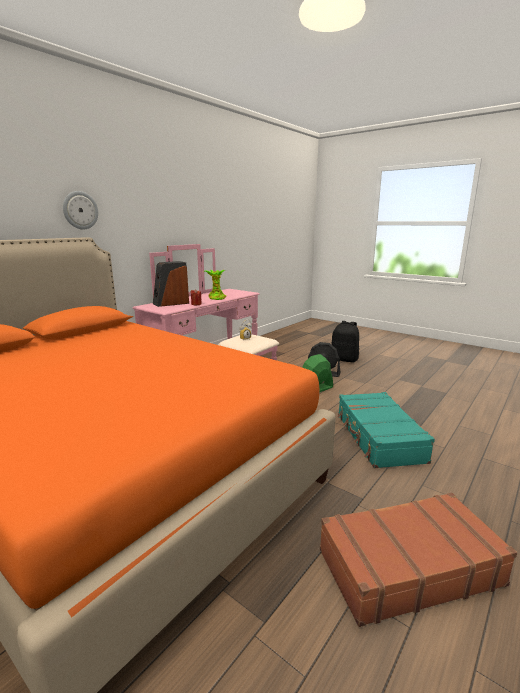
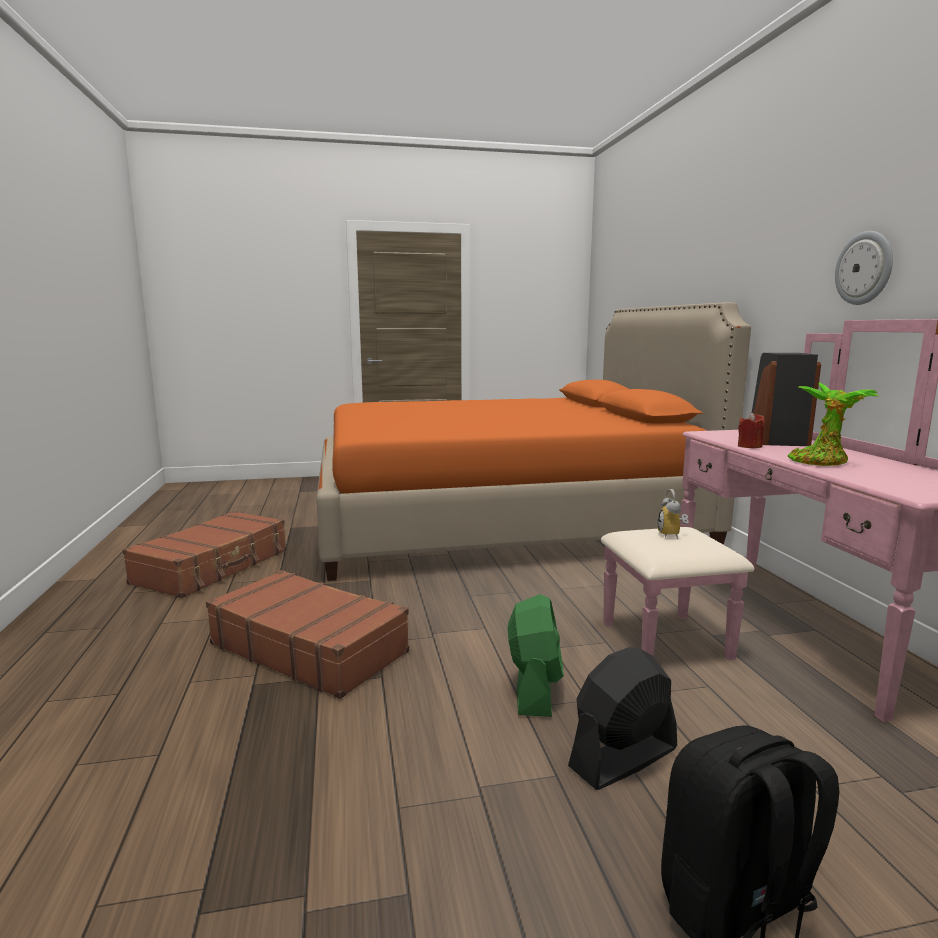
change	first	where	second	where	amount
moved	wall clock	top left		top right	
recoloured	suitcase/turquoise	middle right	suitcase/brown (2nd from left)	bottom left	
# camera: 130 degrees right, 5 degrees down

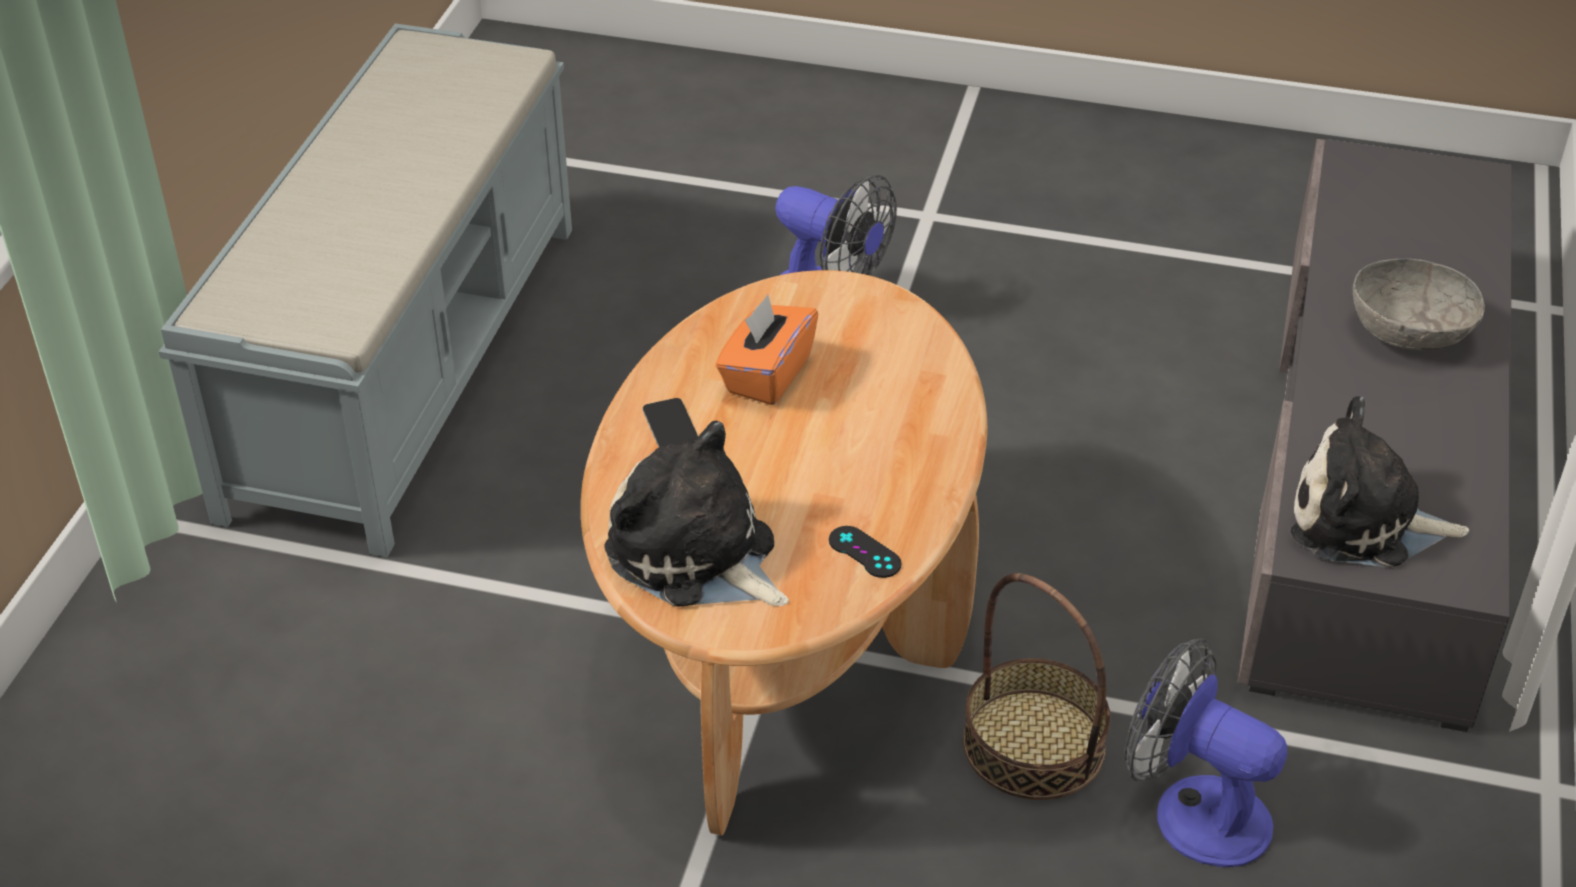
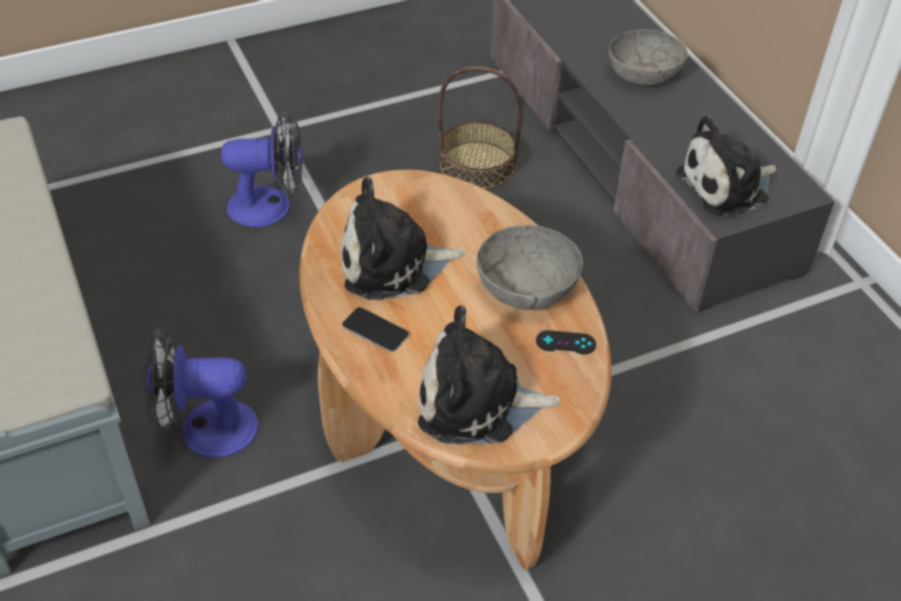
change	first	where	second	where	amount
replaced	tissue box/orange	centre	plush toy (1st from left)	centre	
moved	basket	bottom centre		top centre	
moved	fan (2nd from left in the first image)	bottom right	fan (1st from left)	middle left	
added			bowl/grey (1st from left)	centre	
# camera: 40 degrees left, 5 degrees up

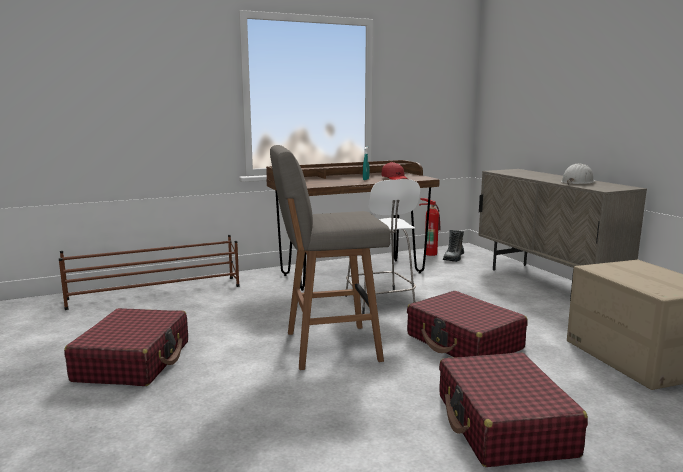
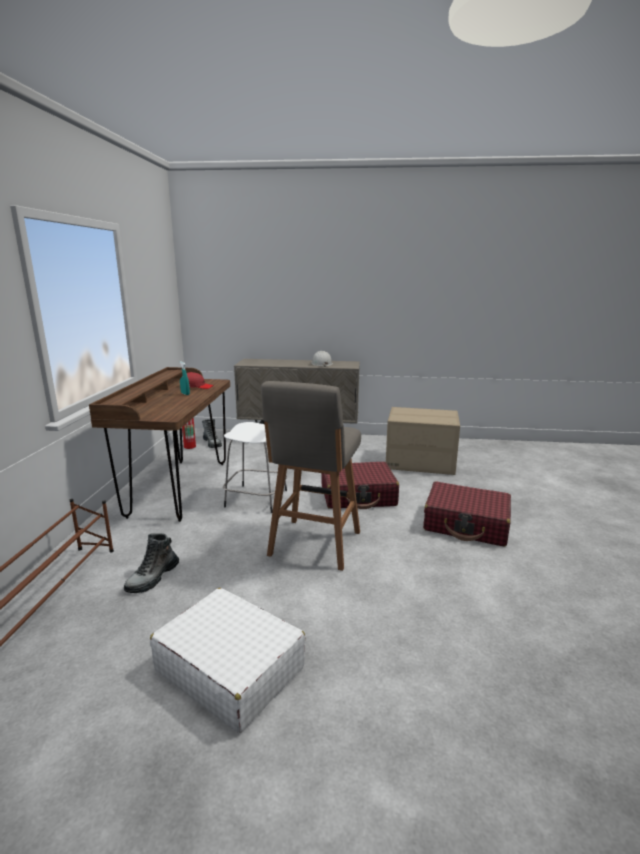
change	first	where	second	where	amount
recoloured	suitcase/red (1st from left)	bottom left	suitcase/white	bottom centre	
added			boot (1st from left)	middle left	
# camera: 60 degrees left, 5 degrees up

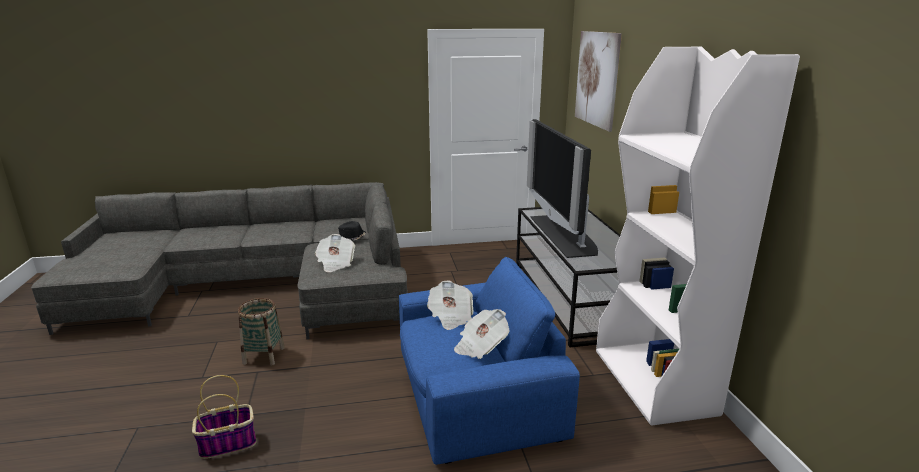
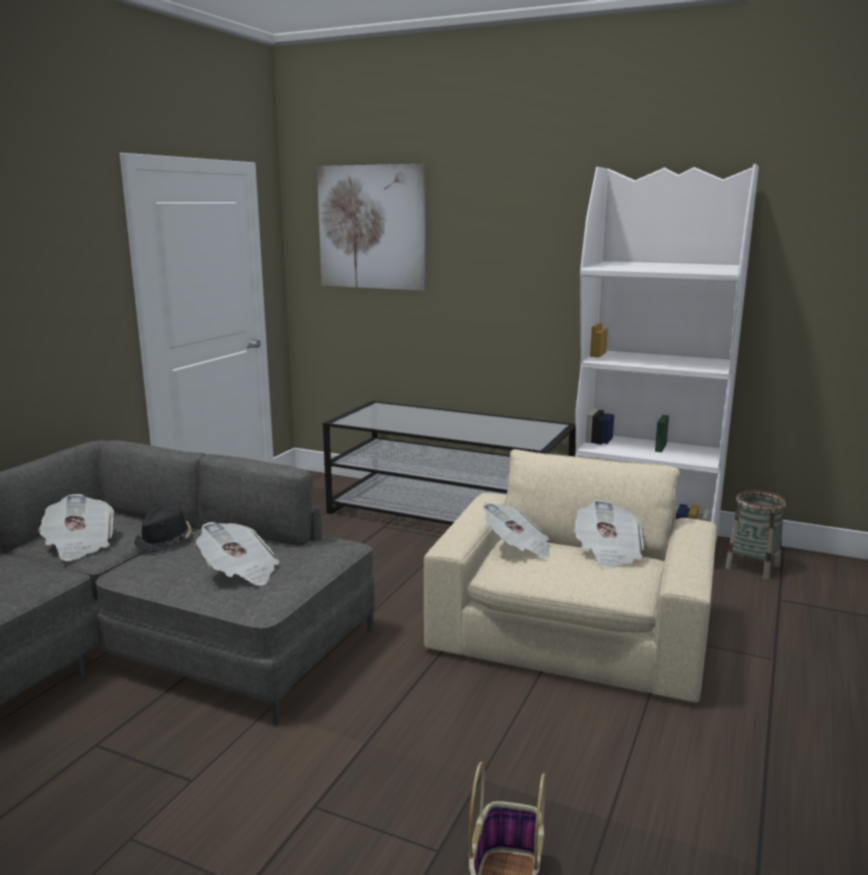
change	first	where	second	where	amount
removed	television	centre			
recoloured	armchair/blue	bottom centre	armchair/beige	centre	
moved	basket (2nd from left)	bottom left		middle right	
added			newspaper (1st from left)	middle left	
# camera: 55 degrees left, 5 degrees down

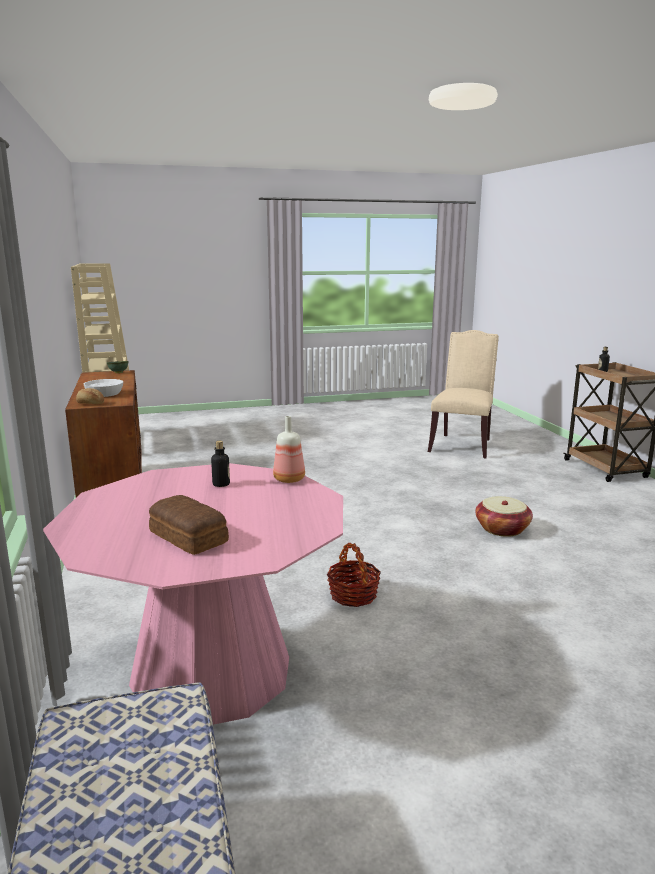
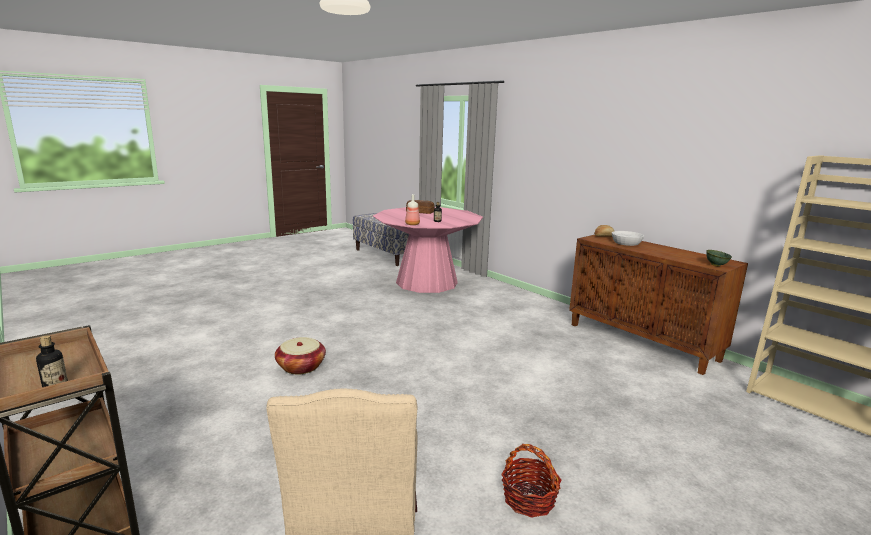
change	first	where	second	where	amount
moved	basket (1st from left in the first image)	centre	basket (2nd from left)	bottom centre	
# camera: 155 degrees right, 0 degrees up

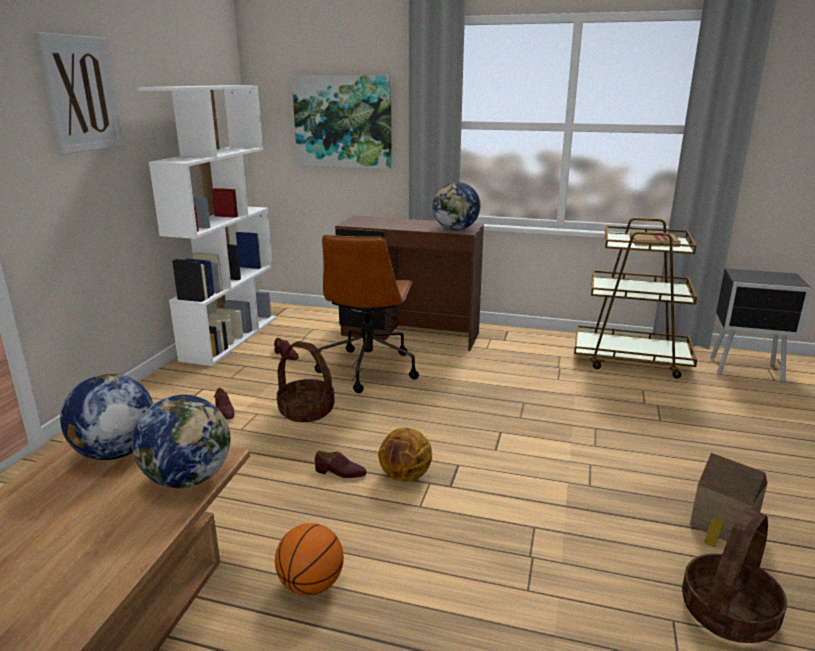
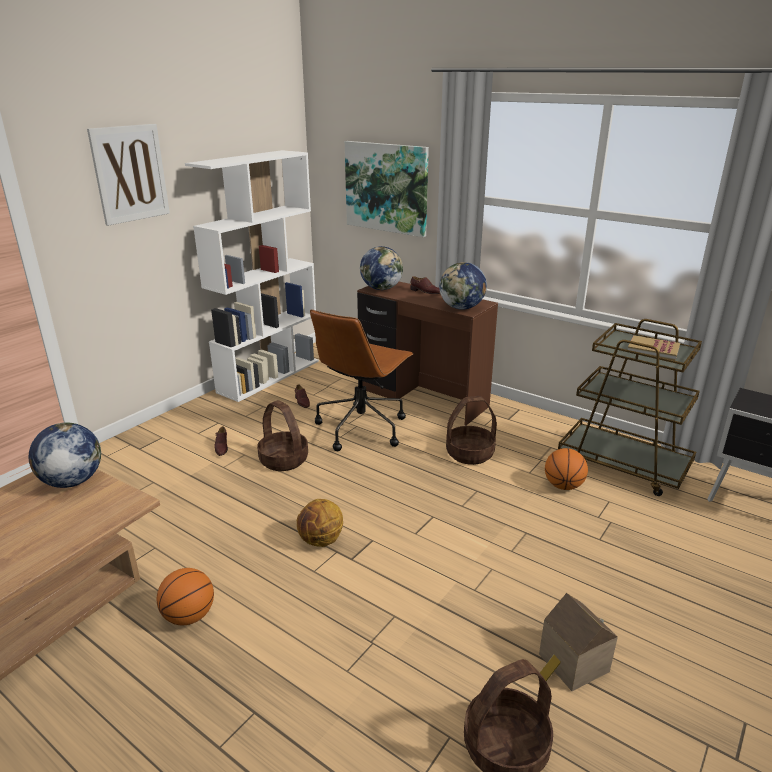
change	first	where	second	where	amount
moved	globe (2nd from left)	bottom left		centre	
moved	shoe/brown (3rd from left)	bottom centre		centre	
added			basket (2nd from left)	centre	
added			basketball (3rd from left)	middle right	
# camera: 20 degrees right, 5 degrees up

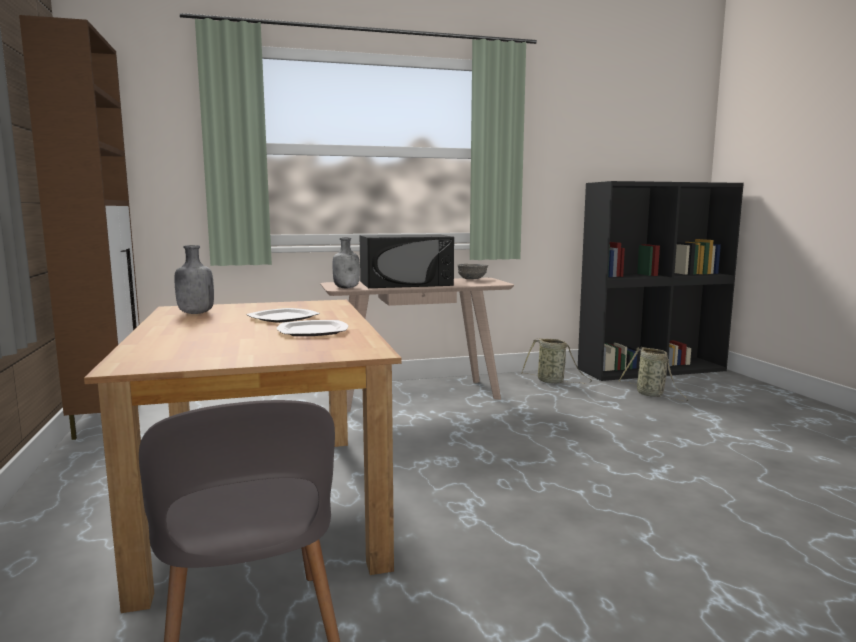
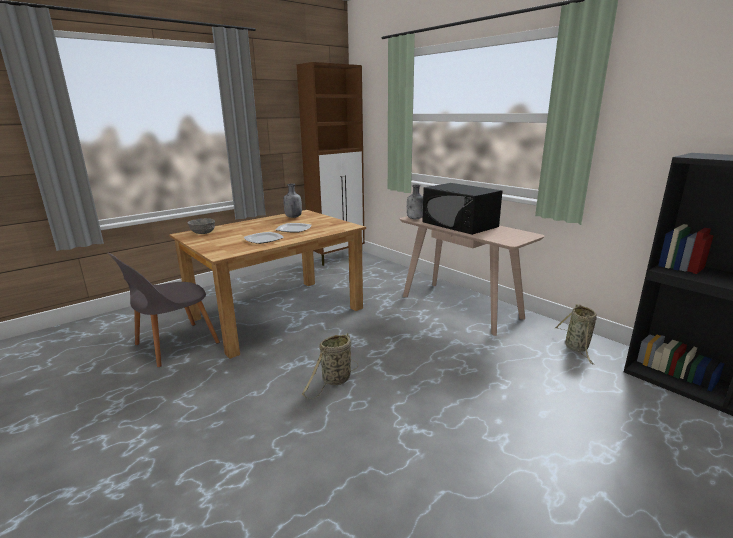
change	first	where	second	where	amount
moved	bowl/grey	centre		middle left	
moved	basket (2nd from left in the first image)	middle right	basket (1st from left)	bottom centre	
# camera: 65 degrees right, 10 degrees up

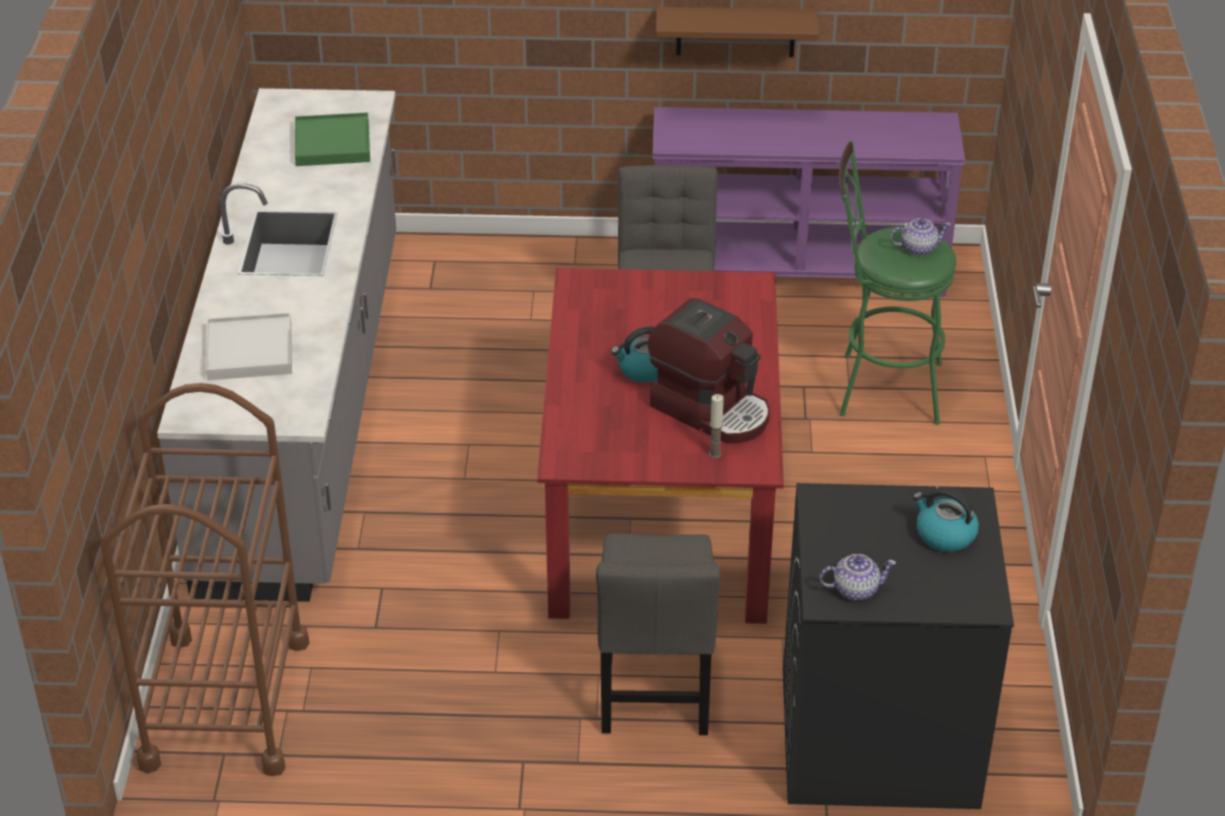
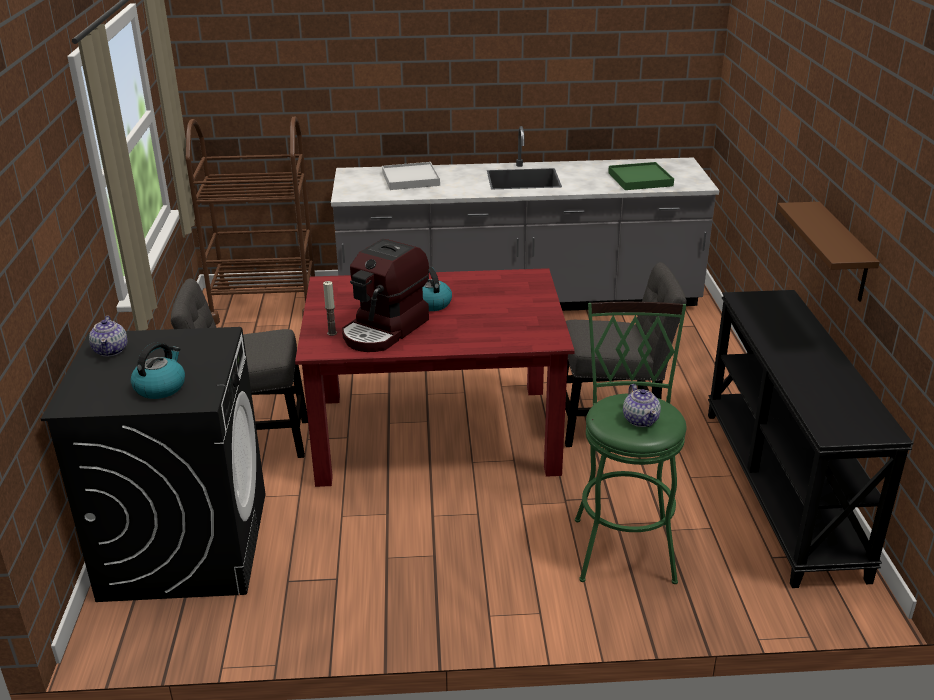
change	first	where	second	where	amount
recoloured	console table/purple	top centre	console table/black	middle right	
# camera: 85 degrees right, 10 degrees down

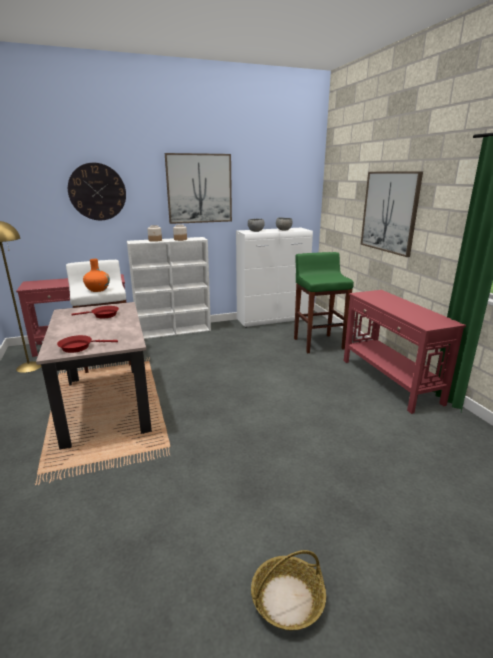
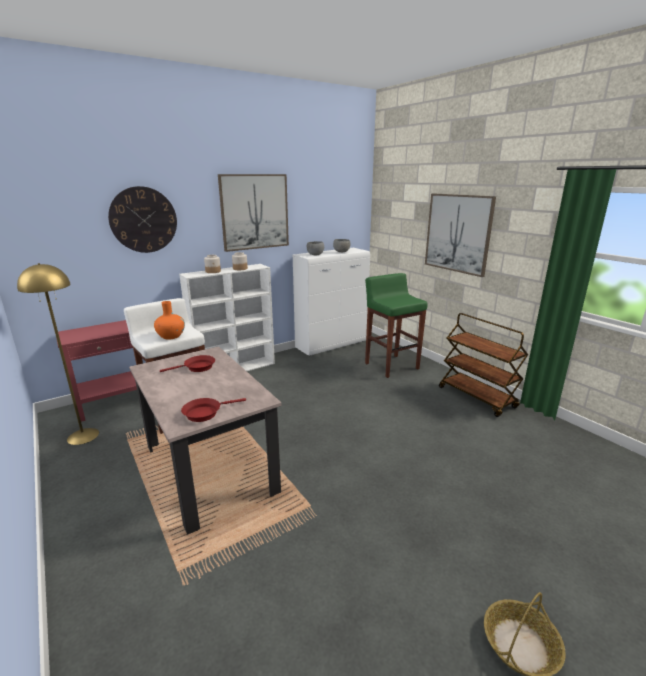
change	first	where	second	where	amount
replaced	console table/red (2nd from left)	middle right	cart/brown	middle right	
# camera: 15 degrees left, 0 degrees up

